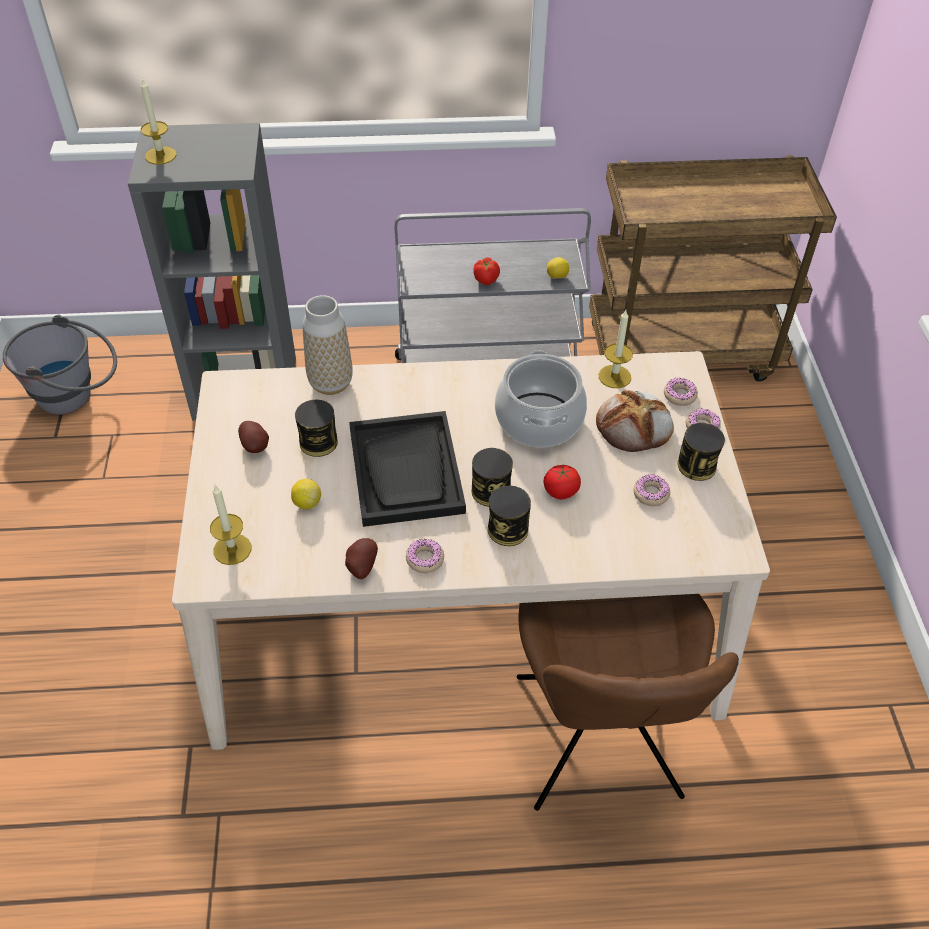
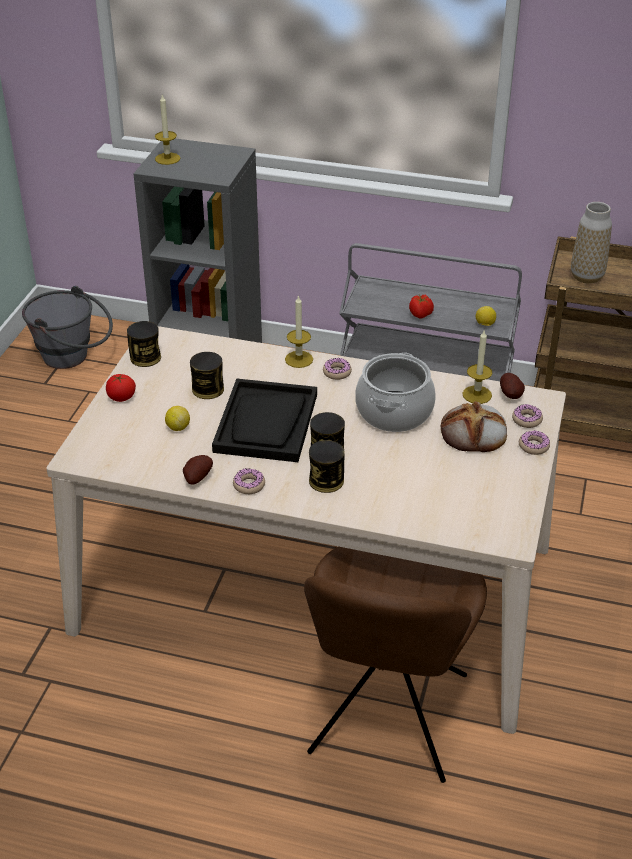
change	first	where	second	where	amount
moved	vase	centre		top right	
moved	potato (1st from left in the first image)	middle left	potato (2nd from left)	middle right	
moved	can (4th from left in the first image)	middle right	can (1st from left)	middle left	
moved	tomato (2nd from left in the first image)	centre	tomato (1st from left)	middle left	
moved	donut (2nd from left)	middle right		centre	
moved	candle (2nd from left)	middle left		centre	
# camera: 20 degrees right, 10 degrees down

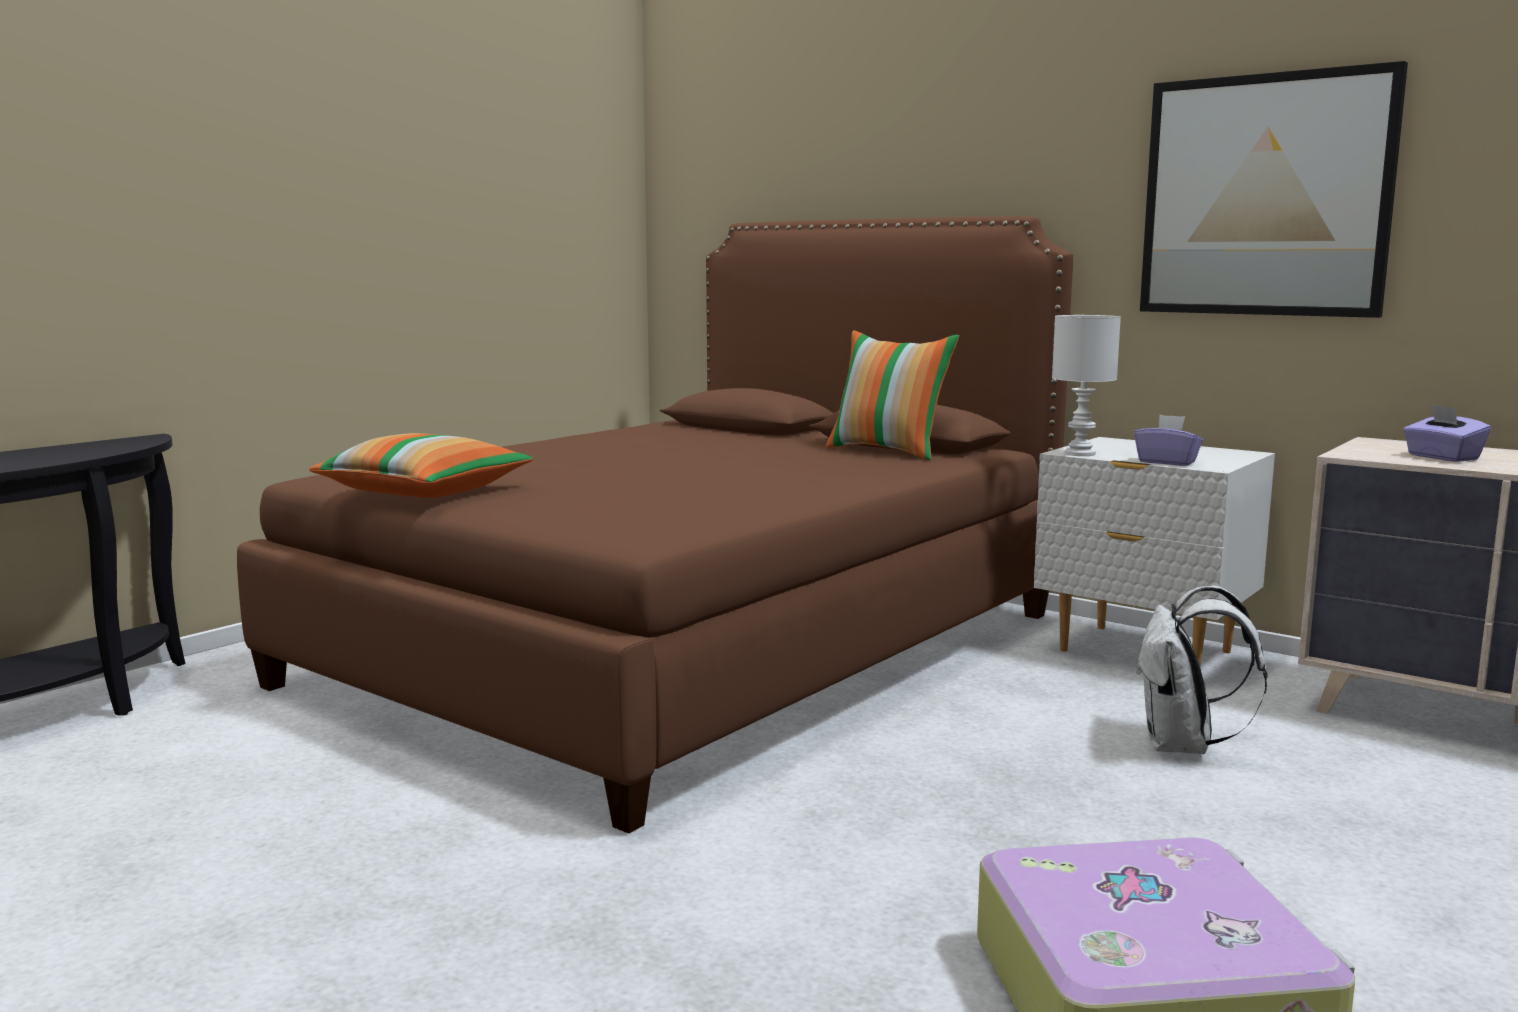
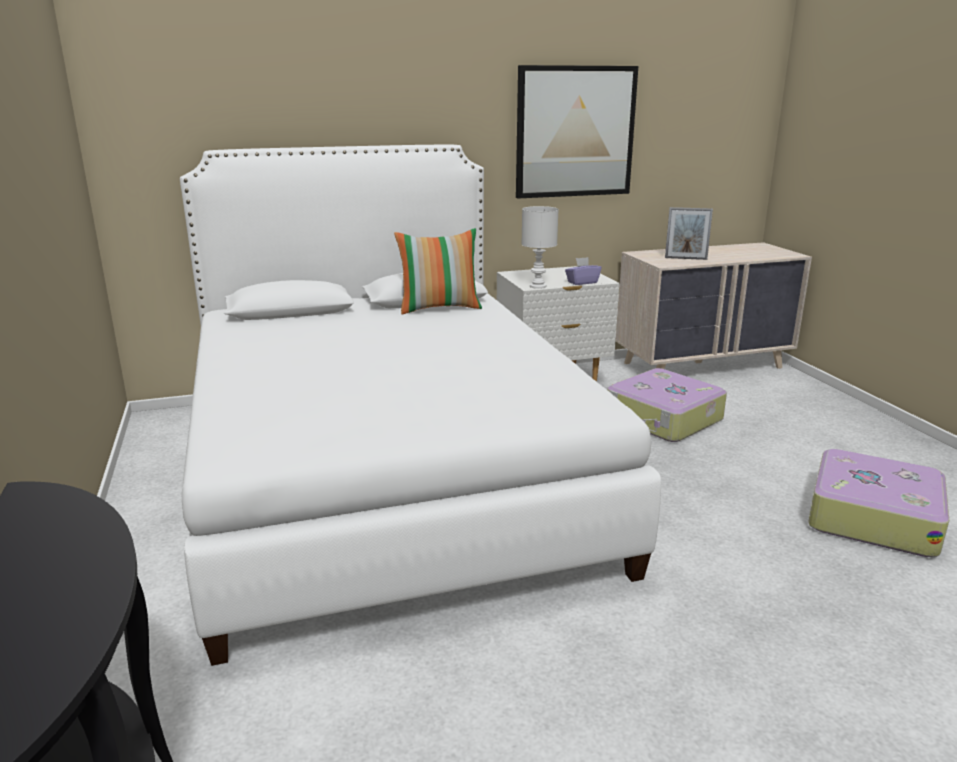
change	first	where	second	where	amount
recoloured	bed/brown	centre	bed/white	centre	
replaced	tissue box/purple (2nd from left)	middle right	picture frame	top right	
removed	pillow (1st from left)	middle left			
replaced	backpack/white	middle right	suitcase (1st from left)	middle right	
# camera: 55 degrees left, 10 degrees up

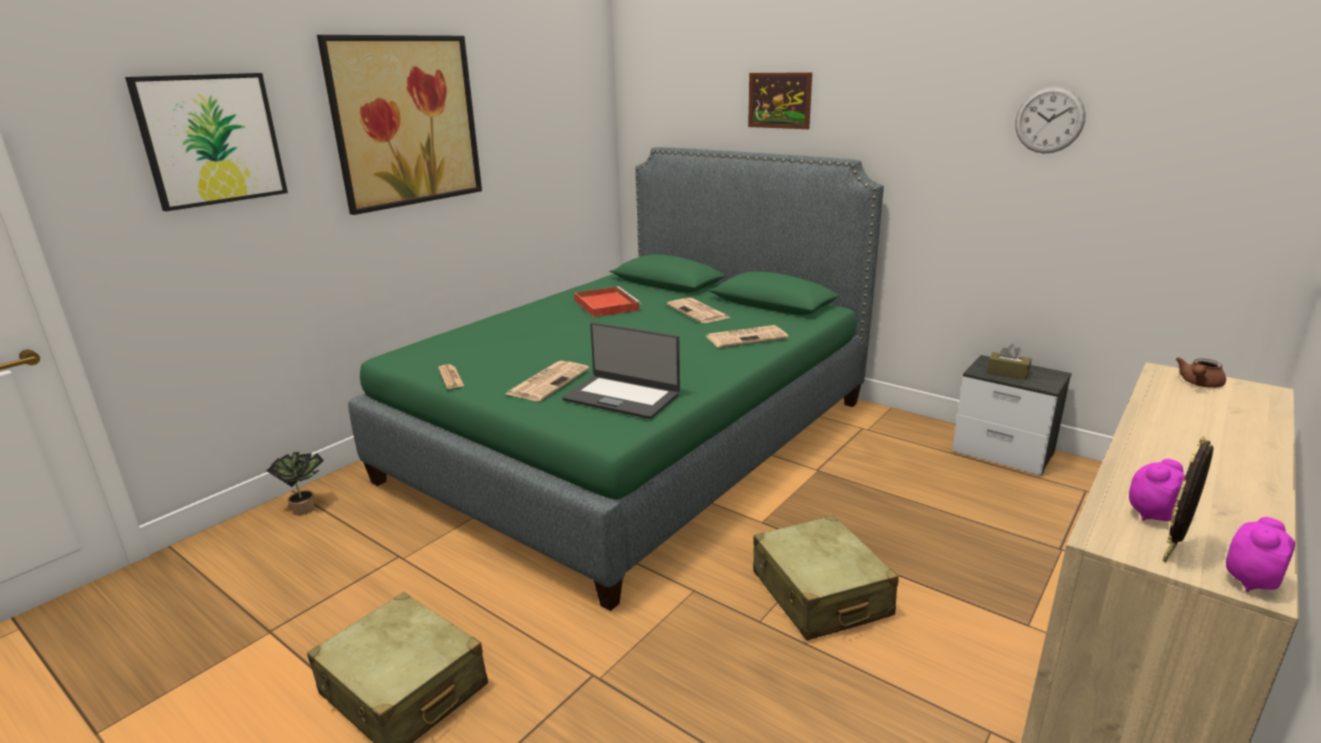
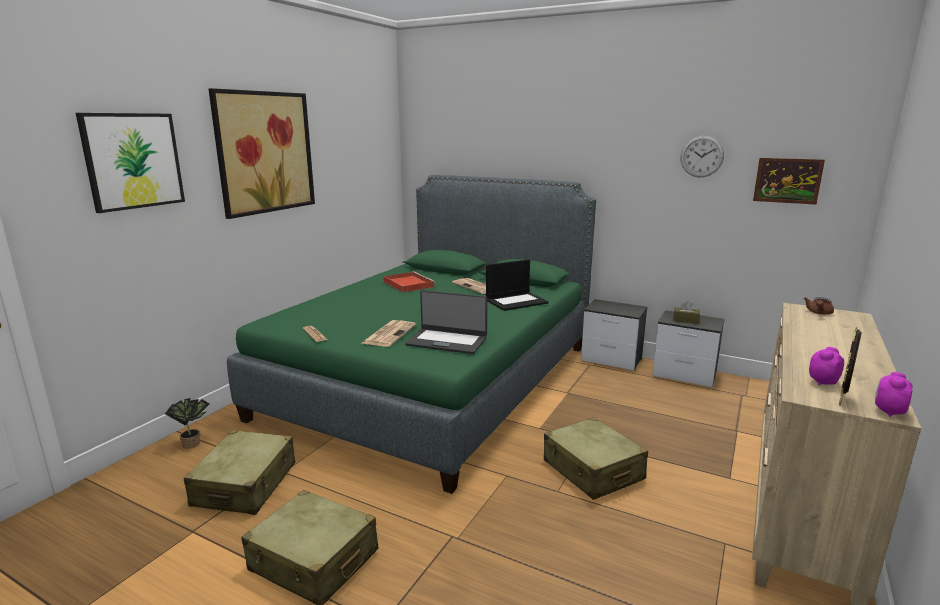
change	first	where	second	where	amount
moved	picture (3rd from left)	top centre		top right	
replaced	newspaper (4th from left)	centre	laptop (2nd from left)	centre	
added			nightstand (1st from left)	centre	
added			suitcase/beige (1st from left)	bottom left	
# camera: 10 degrees left, 5 degrees down

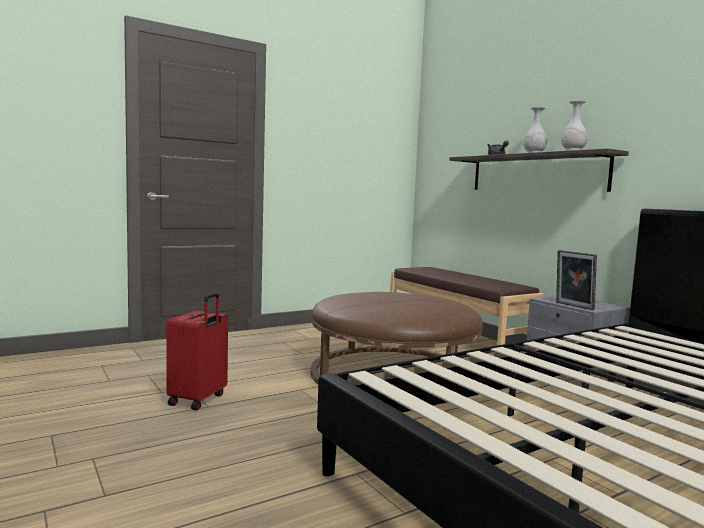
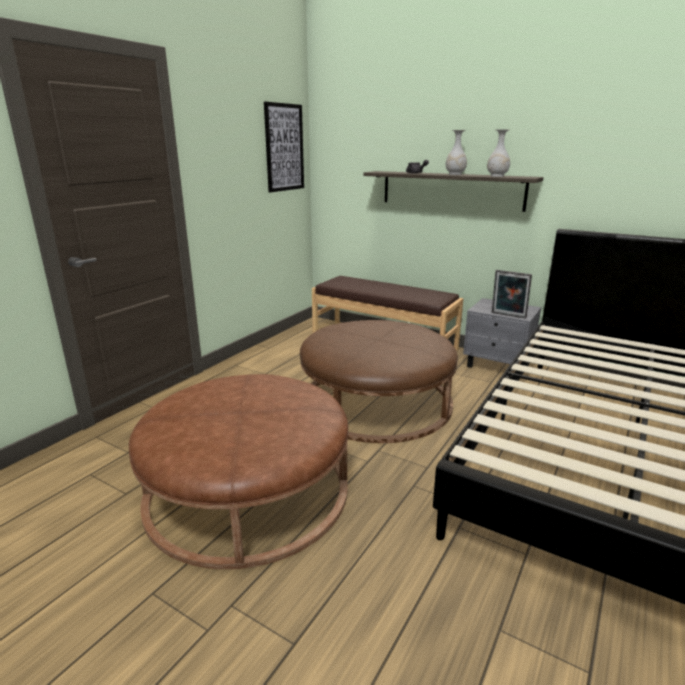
change	first	where	second	where	amount
replaced	suitcase/red	middle left	ottoman/brown (1st from left)	bottom centre	
added			picture	top centre	
# camera: 25 degrees left, 15 degrees up

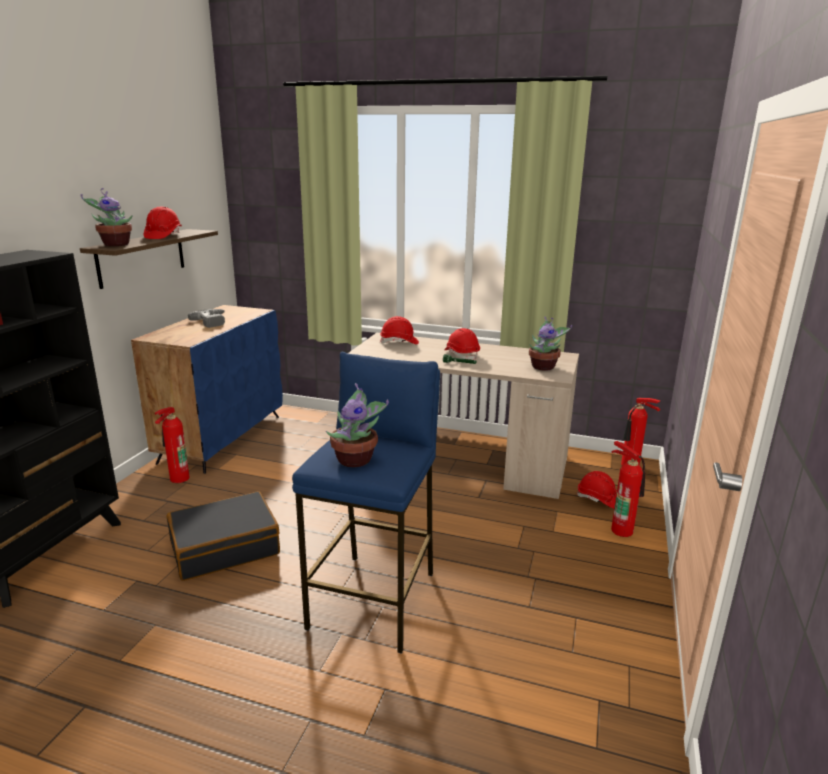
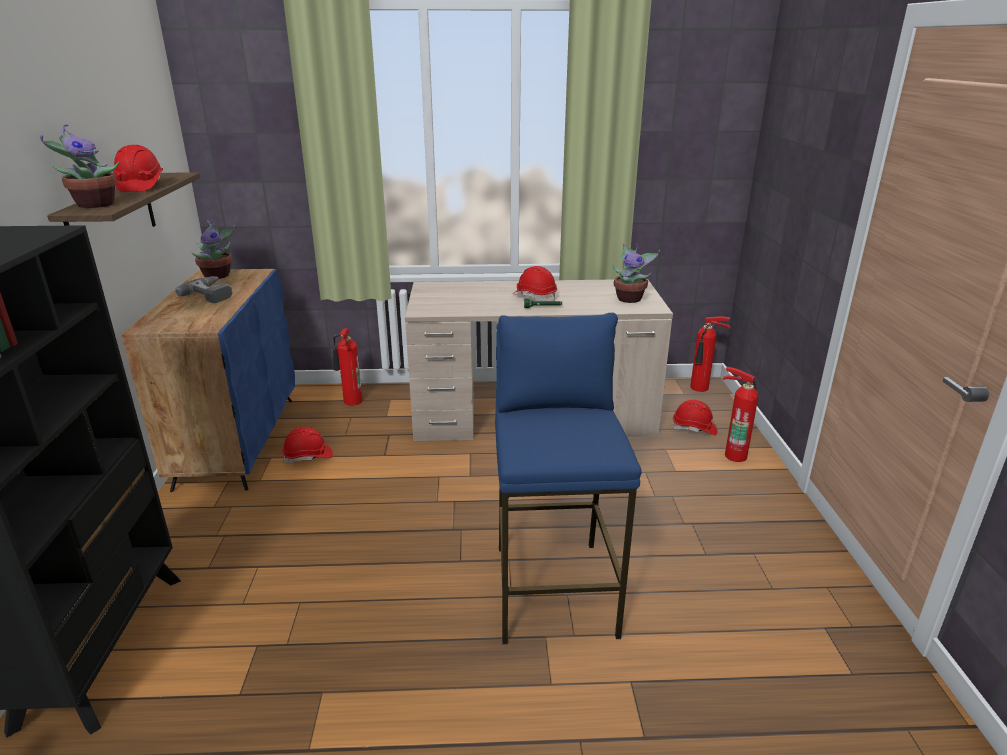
change	first	where	second	where	amount
moved	hard hat/red (2nd from left)	centre		middle left	
moved	potted plant (2nd from left)	centre		top left	
moved	fire extinguisher (1st from left)	middle left		centre	
removed	suitcase/black	bottom left			
# camera: 20 degrees left, 5 degrees up

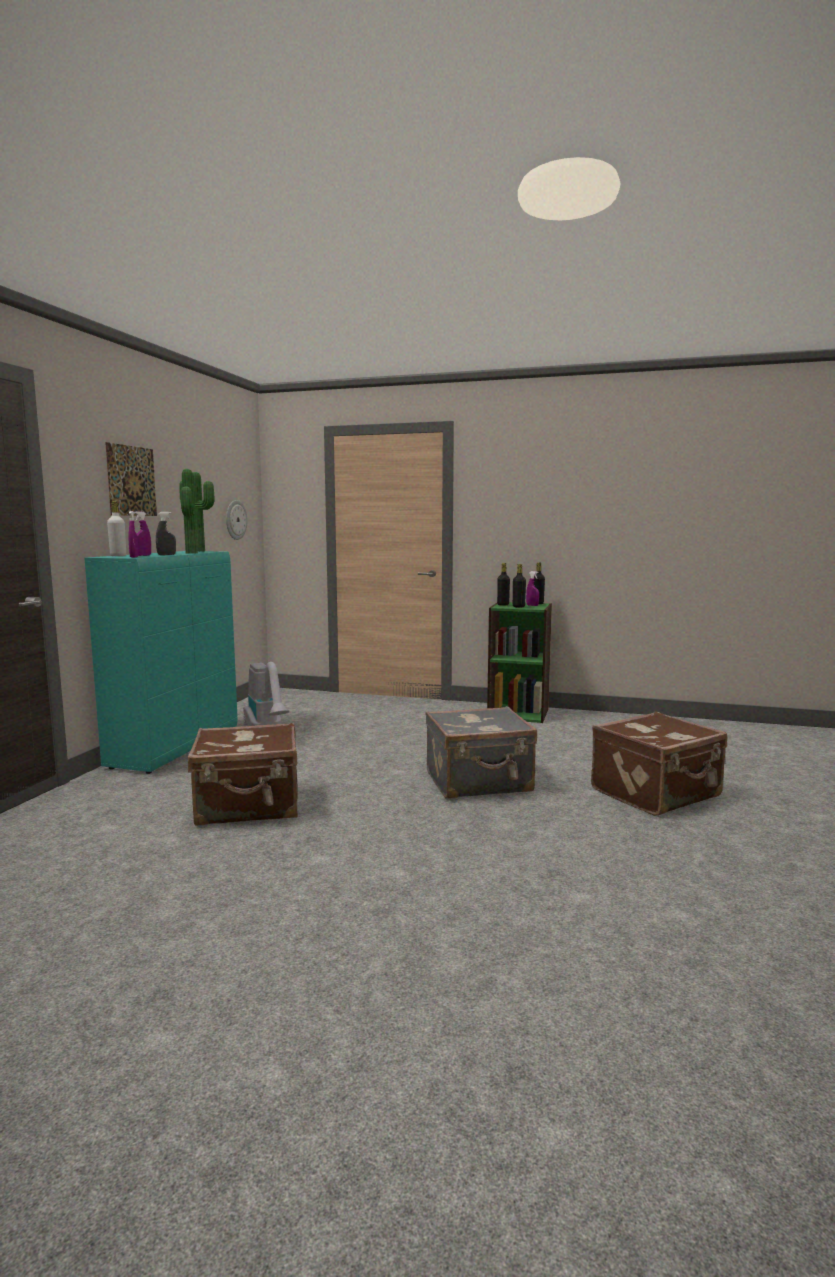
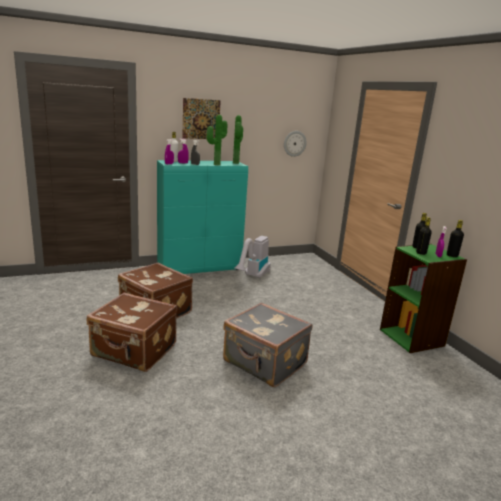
change	first	where	second	where	amount
moved	suitcase/brown (2nd from left in the first image)	middle right	suitcase/brown (1st from left)	middle left	
# camera: 50 degrees right, 10 degrees up

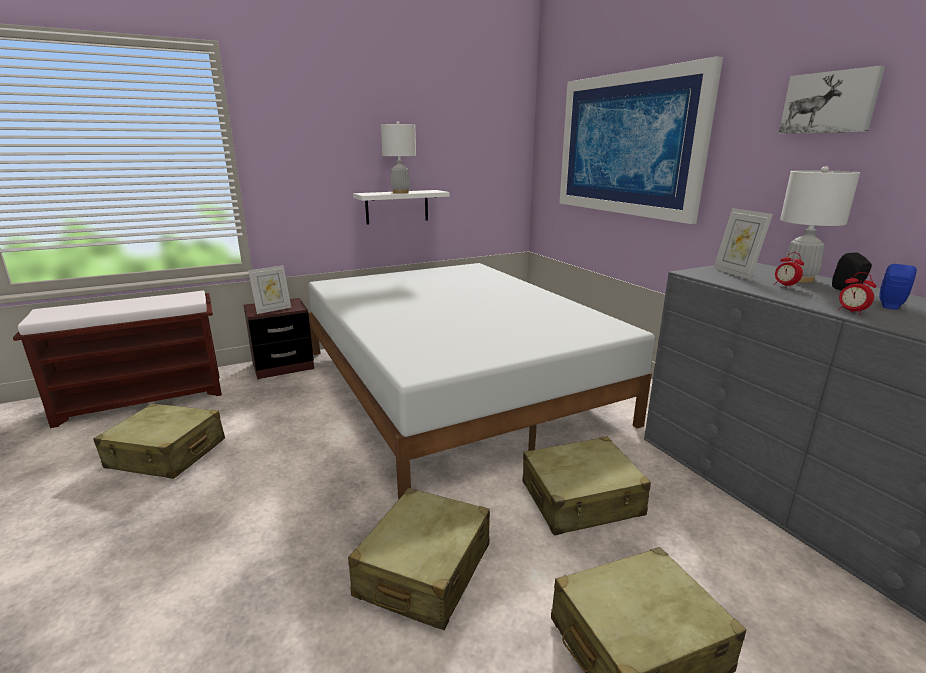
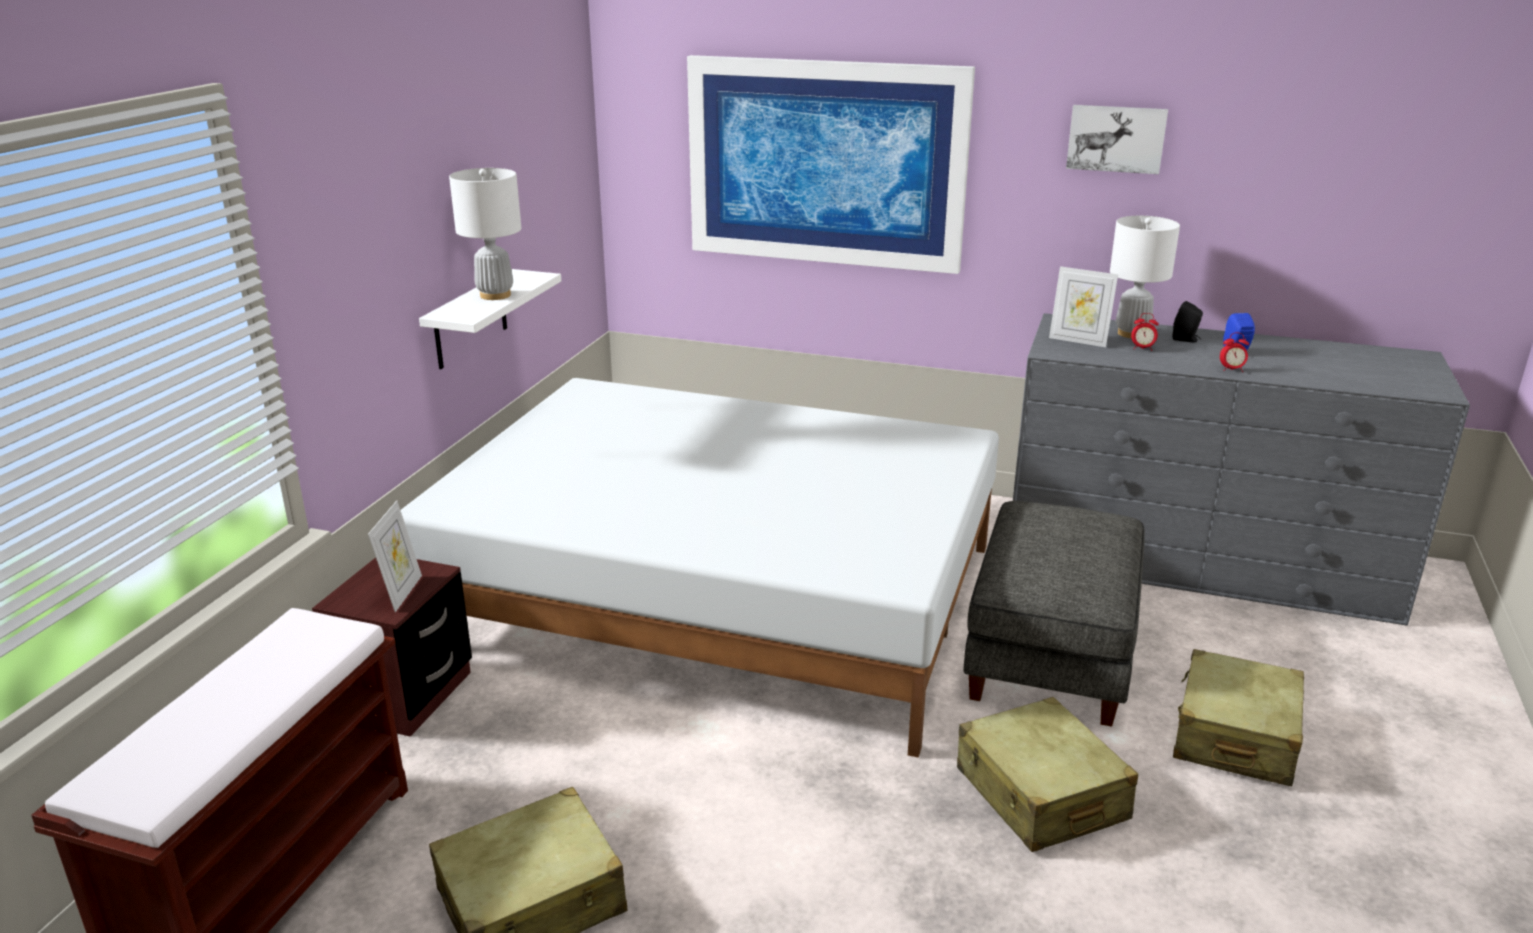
change	first	where	second	where	amount
replaced	suitcase/beige (3rd from left)	bottom centre	ottoman/grey	middle right	
# camera: 45 degrees left, 5 degrees up

